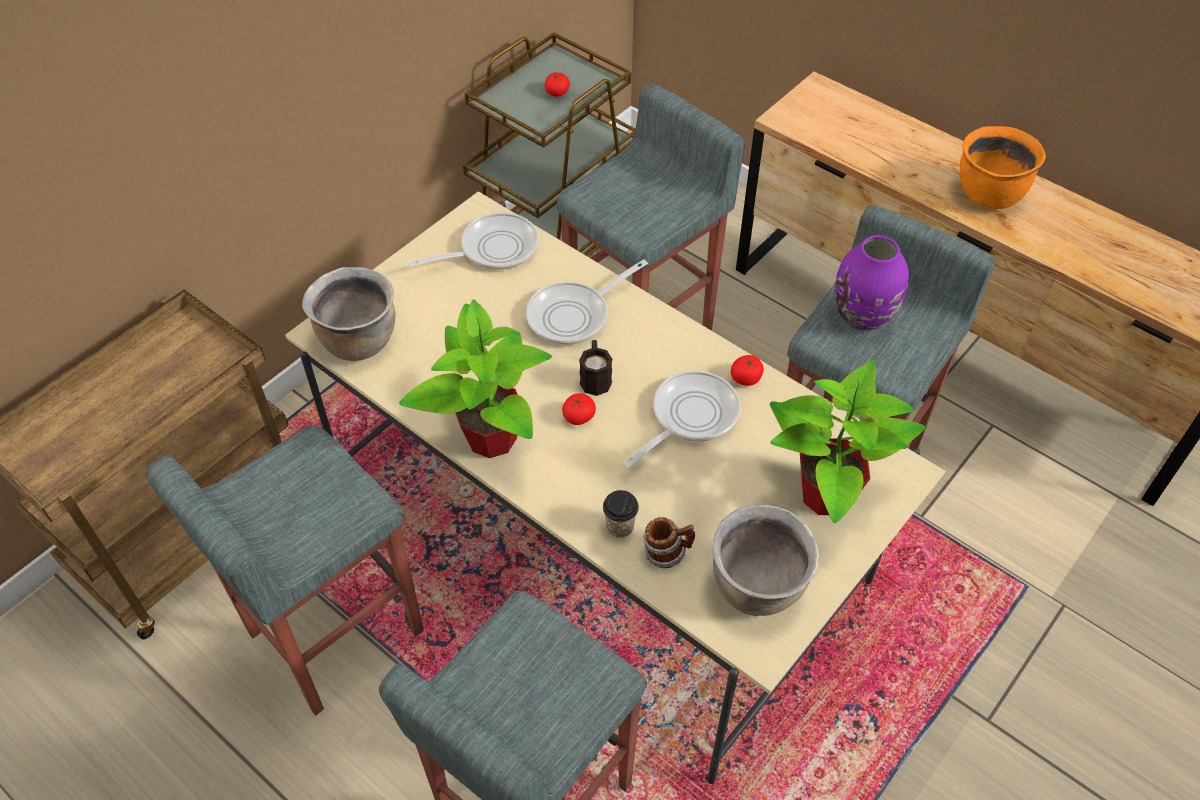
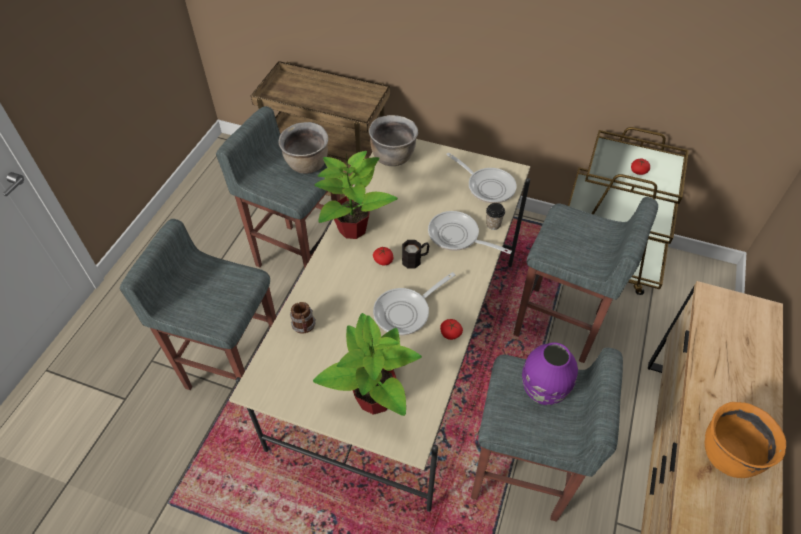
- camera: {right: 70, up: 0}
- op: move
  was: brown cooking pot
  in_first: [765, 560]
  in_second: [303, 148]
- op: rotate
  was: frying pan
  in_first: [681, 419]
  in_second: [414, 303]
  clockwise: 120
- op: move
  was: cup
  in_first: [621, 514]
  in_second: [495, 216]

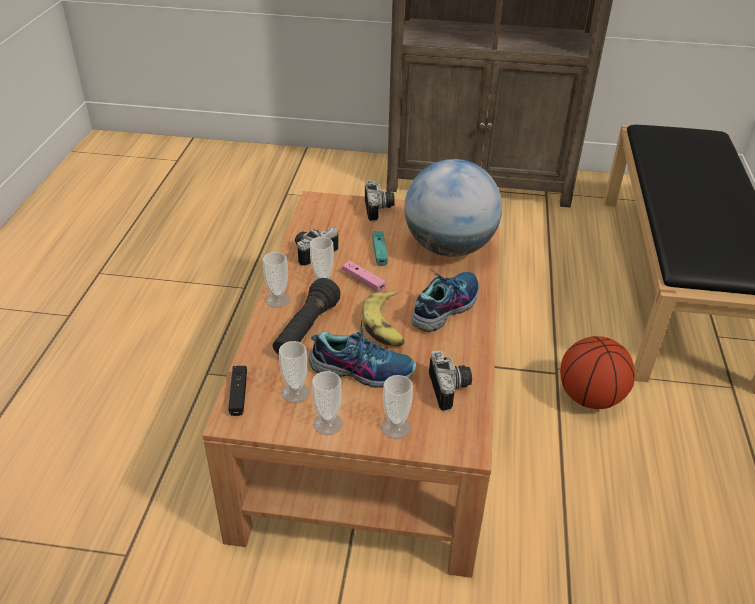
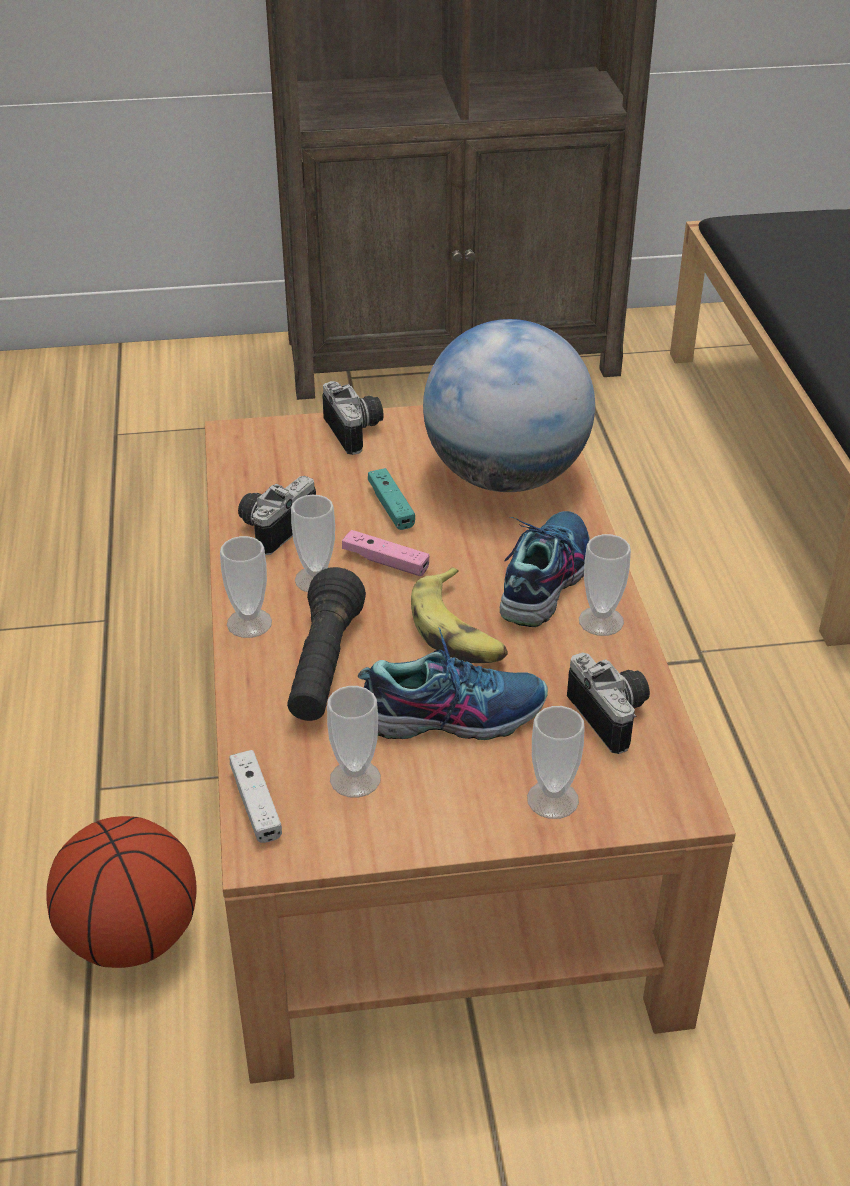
- camera: {right: -15, up: 0}
- op: move
  was: basketball
  in_first: [597, 372]
  in_second: [121, 892]
- op: recolor
  was: black game controller
  now: white game controller
  in_first: [237, 391]
  in_second: [255, 796]
- op: move
  was: cup
  in_first: [327, 403]
  in_second: [605, 585]

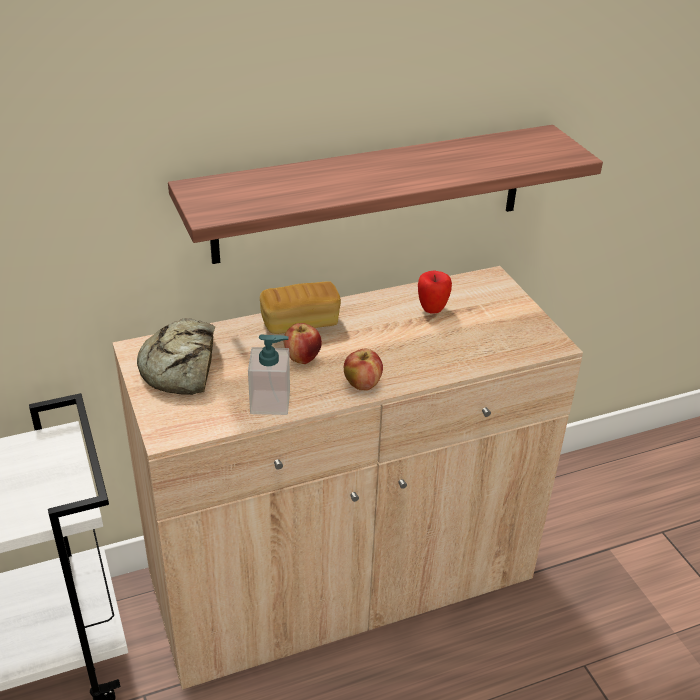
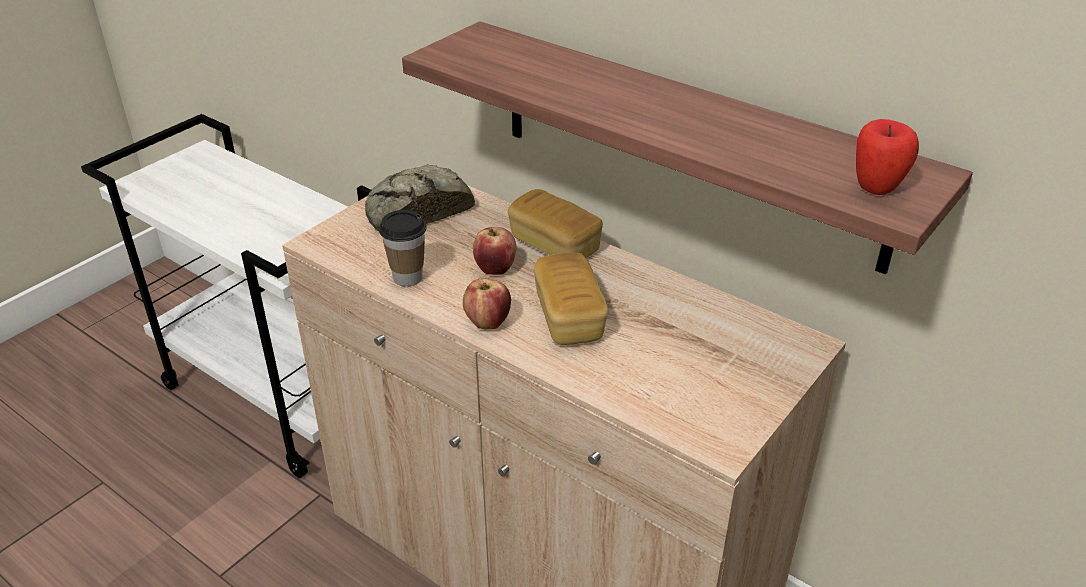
- camera: {right: 60, up: 0}
- op: replace
  was: soap dispenser
  now: cup
  in_first: [269, 374]
  in_second: [403, 248]
- op: insert
  now: bread
  in_second: [571, 299]
- op: move
  was: apple
  in_first: [435, 292]
  in_second: [887, 157]

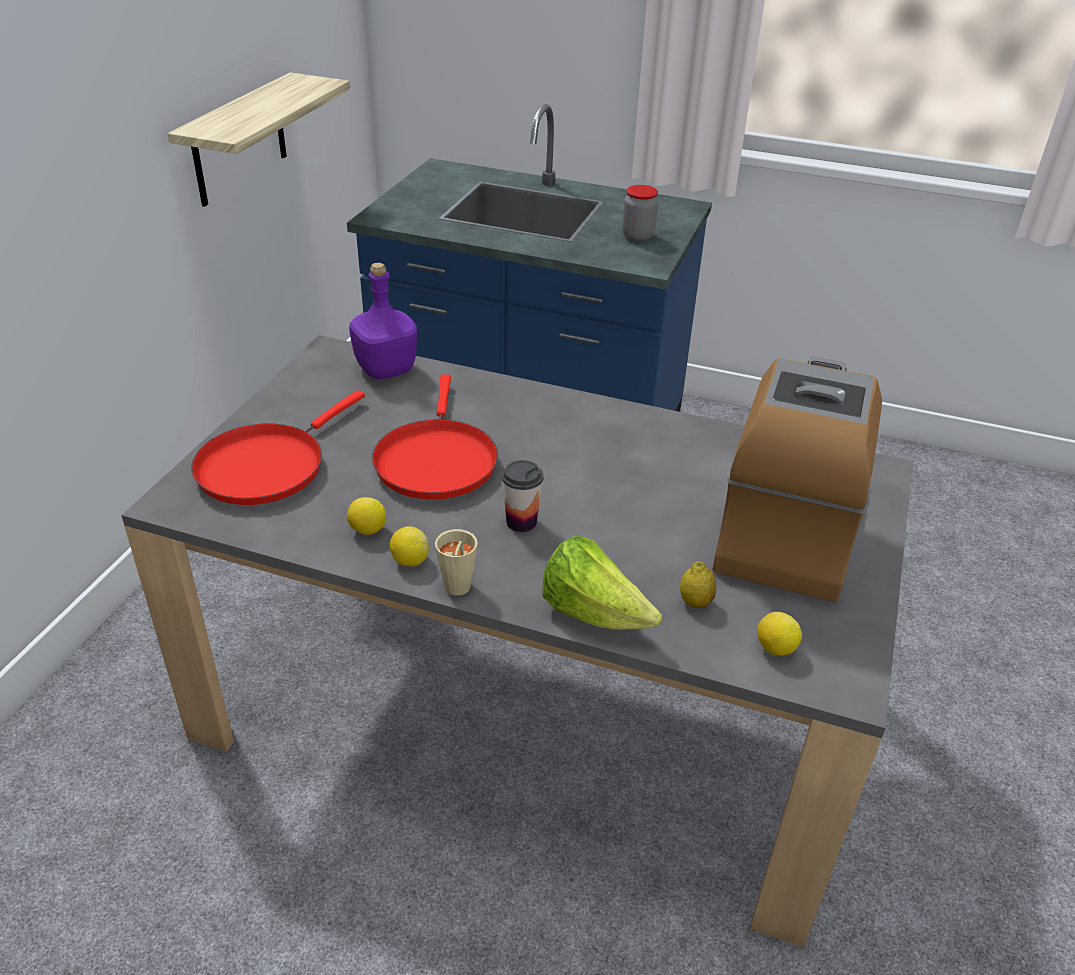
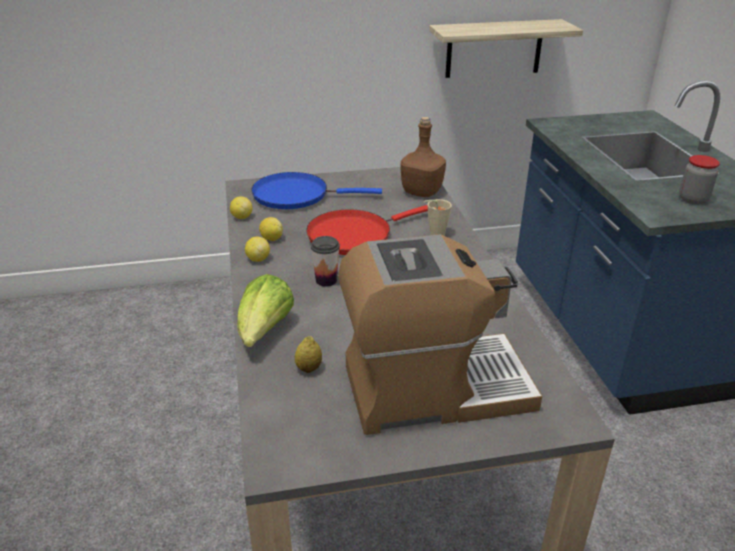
- camera: {right: 60, up: -5}
- op: move
  was: lemon
  in_first: [779, 634]
  in_second: [241, 207]
- op: recolor
  was: red frying pan
  now: blue frying pan
  in_first: [278, 447]
  in_second: [316, 190]
- op: recolor
  was: purple bottle
  now: brown bottle
  in_first: [383, 321]
  in_second: [423, 157]
- op: move
  was: beige cup
  in_first: [456, 562]
  in_second: [438, 217]

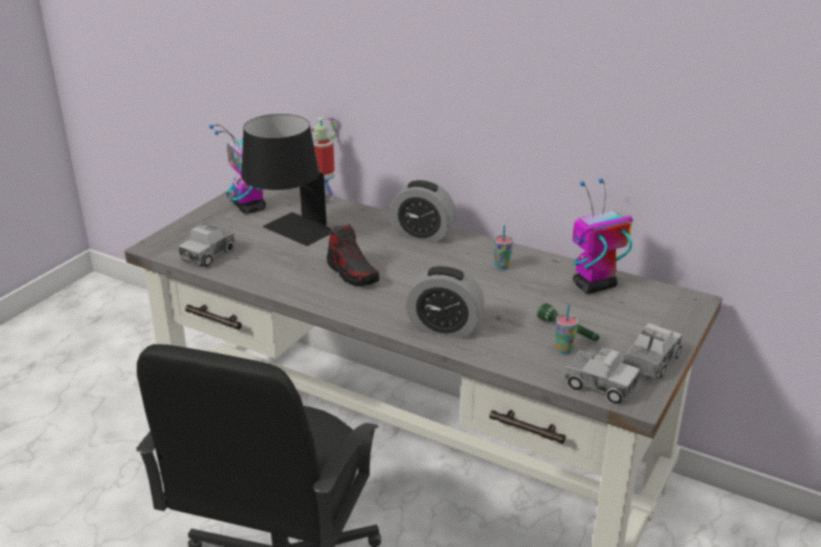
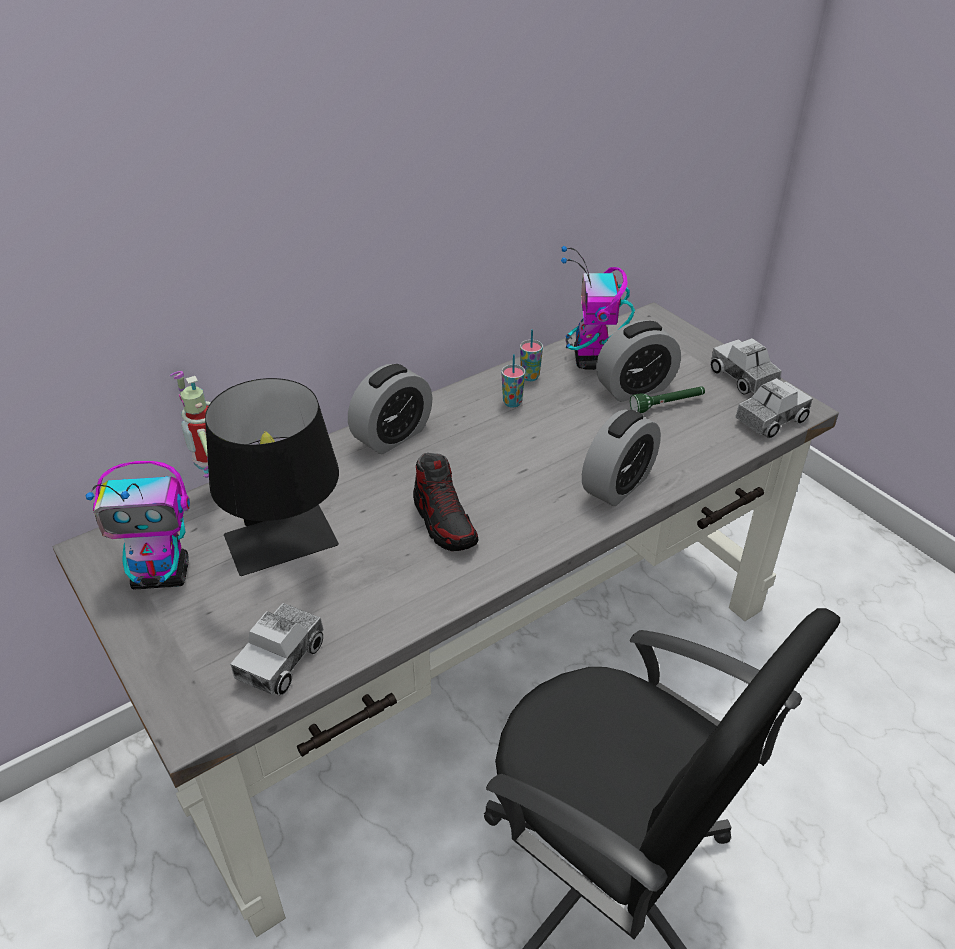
- camera: {right: -65, up: 10}
- op: rotate
  was: toy truck
  in_first: [206, 245]
  in_second: [277, 649]
  clockwise: 60
- op: rotate
  was: shoe
  in_first: [353, 255]
  in_second: [446, 502]
  clockwise: 75
- op: move
  was: cup
  in_first: [566, 329]
  in_second: [531, 355]
- op: insert
  now: alarm clock
  in_second: [638, 361]

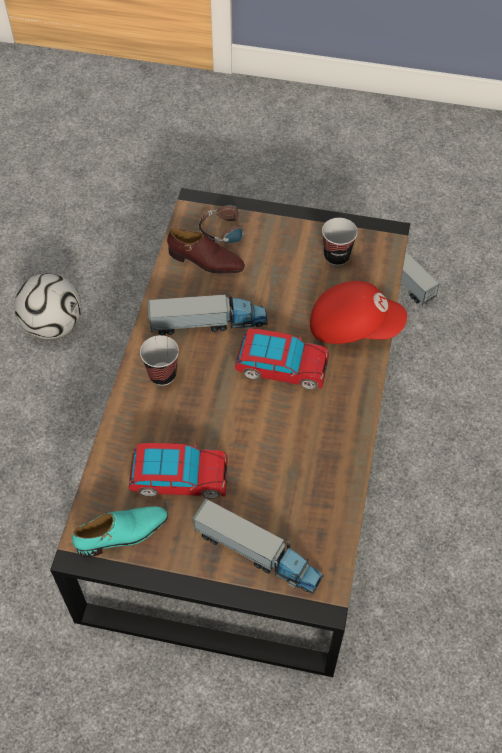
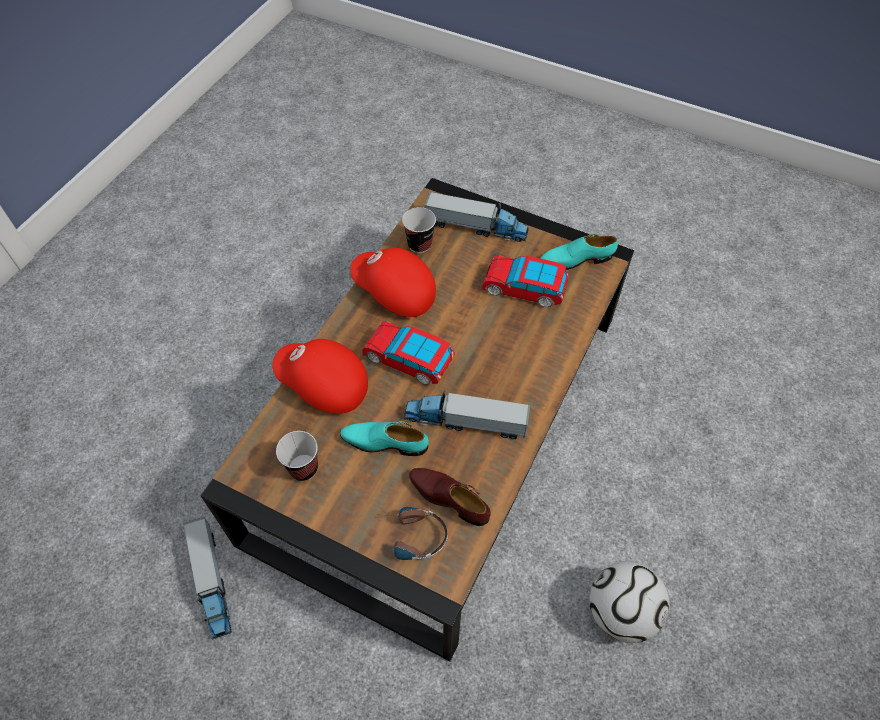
- camera: {right: -165, up: 0}
- op: insert
  now: turquoise shoe
  in_second: [384, 438]
- op: insert
  now: red cap
  in_second: [393, 282]
- op: move
  was: cup
  in_first: [159, 360]
  in_second: [419, 230]
- op: rotate
  was: toy truck
  in_first: [258, 546]
  in_second: [476, 217]
  clockwise: 150

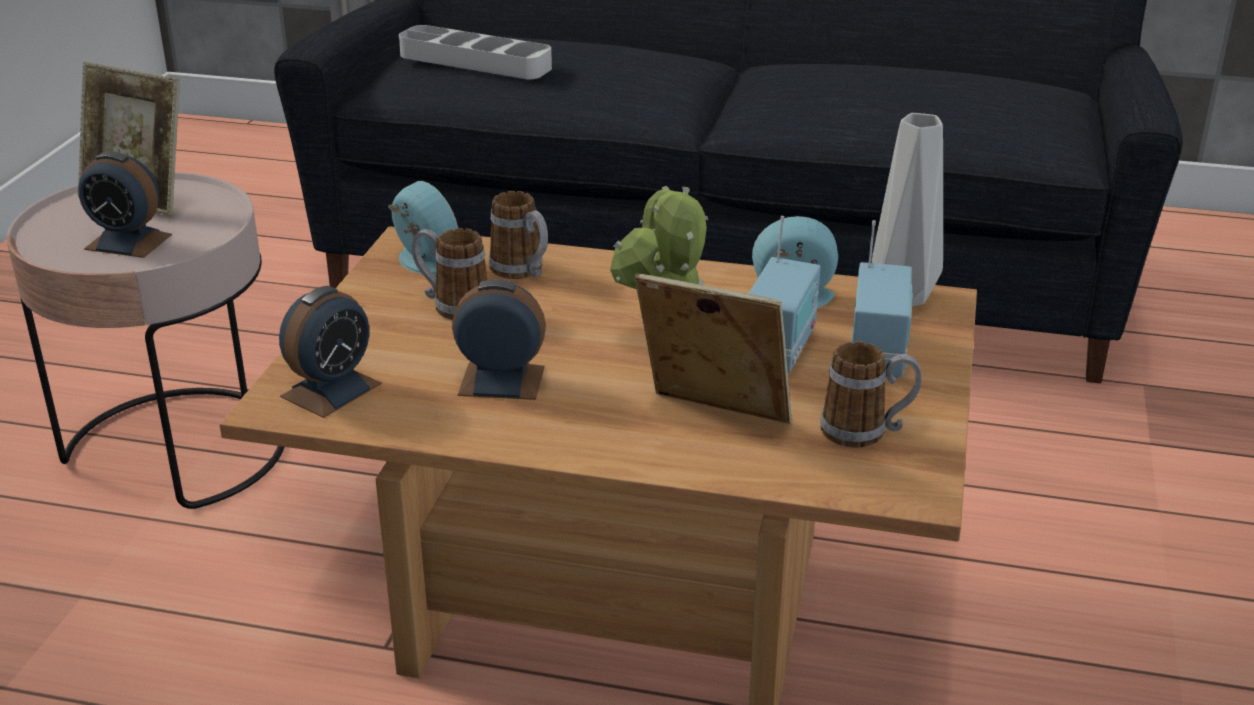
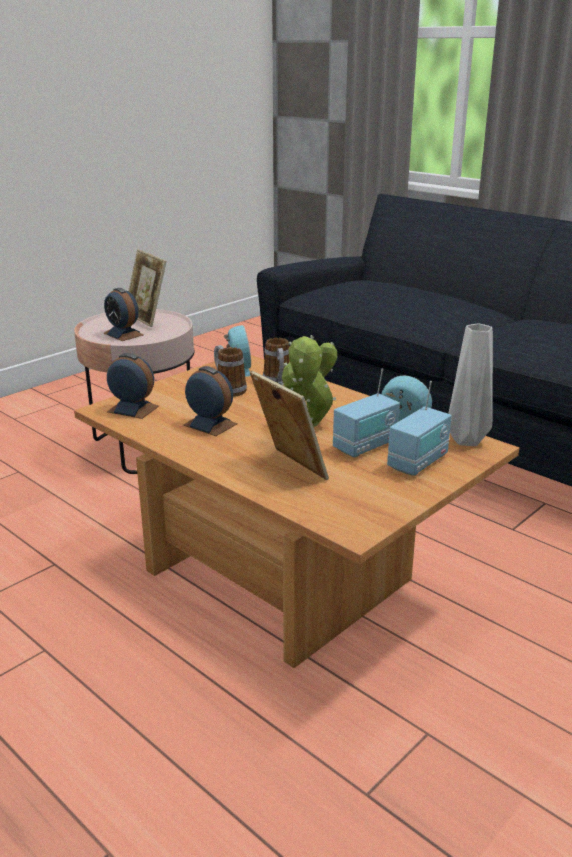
- camera: {right: 30, up: -5}
- op: rotate
  was: alarm clock
  in_first: [330, 352]
  in_second: [133, 386]
  clockwise: -135
- op: delete
  was: grey tray
  in_first: [475, 52]
- op: delete
  was: mug
  in_first: [870, 394]

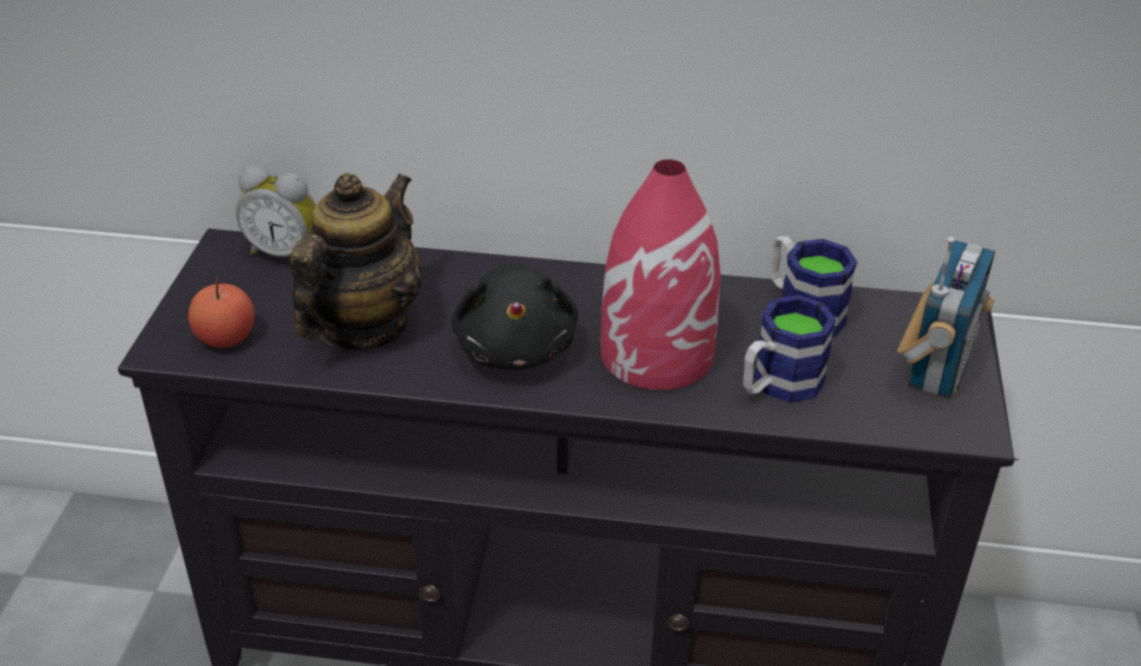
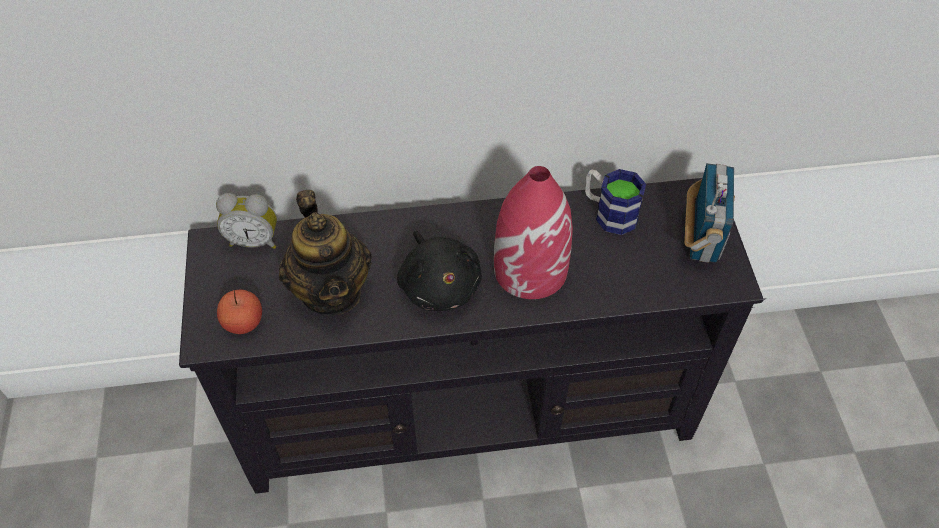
- camera: {right: -15, up: 15}
- op: rotate
  was: teapot
  in_first: [356, 262]
  in_second: [325, 253]
  clockwise: 150
- op: delete
  was: mug
  in_first: [789, 349]

